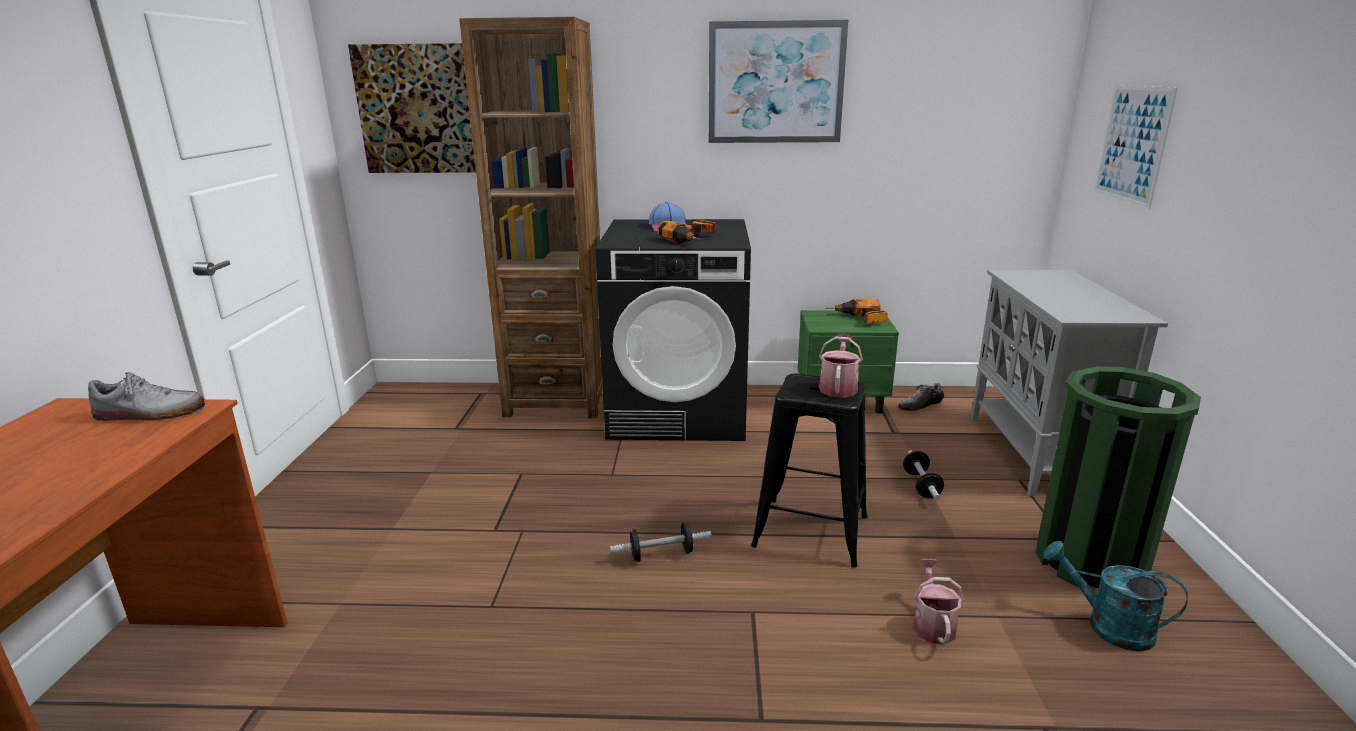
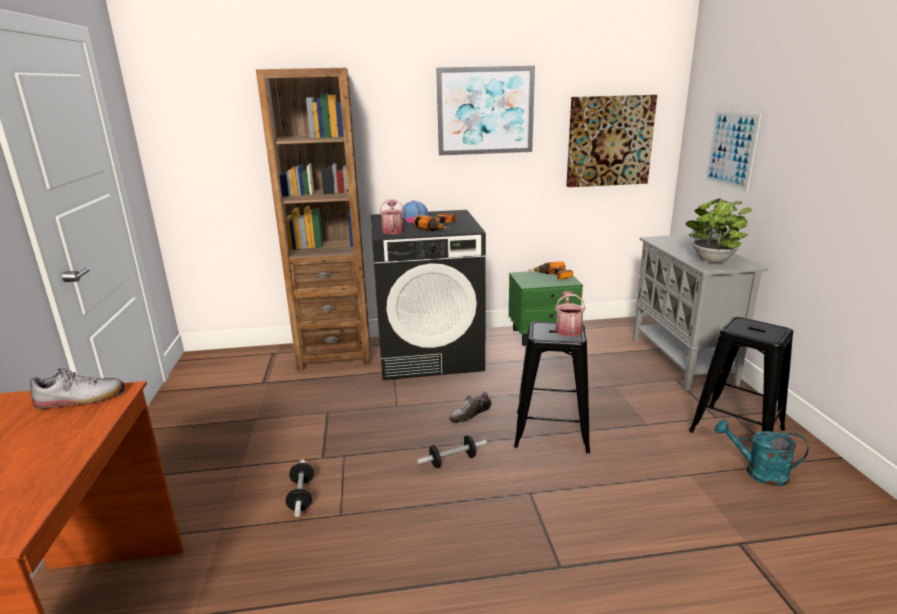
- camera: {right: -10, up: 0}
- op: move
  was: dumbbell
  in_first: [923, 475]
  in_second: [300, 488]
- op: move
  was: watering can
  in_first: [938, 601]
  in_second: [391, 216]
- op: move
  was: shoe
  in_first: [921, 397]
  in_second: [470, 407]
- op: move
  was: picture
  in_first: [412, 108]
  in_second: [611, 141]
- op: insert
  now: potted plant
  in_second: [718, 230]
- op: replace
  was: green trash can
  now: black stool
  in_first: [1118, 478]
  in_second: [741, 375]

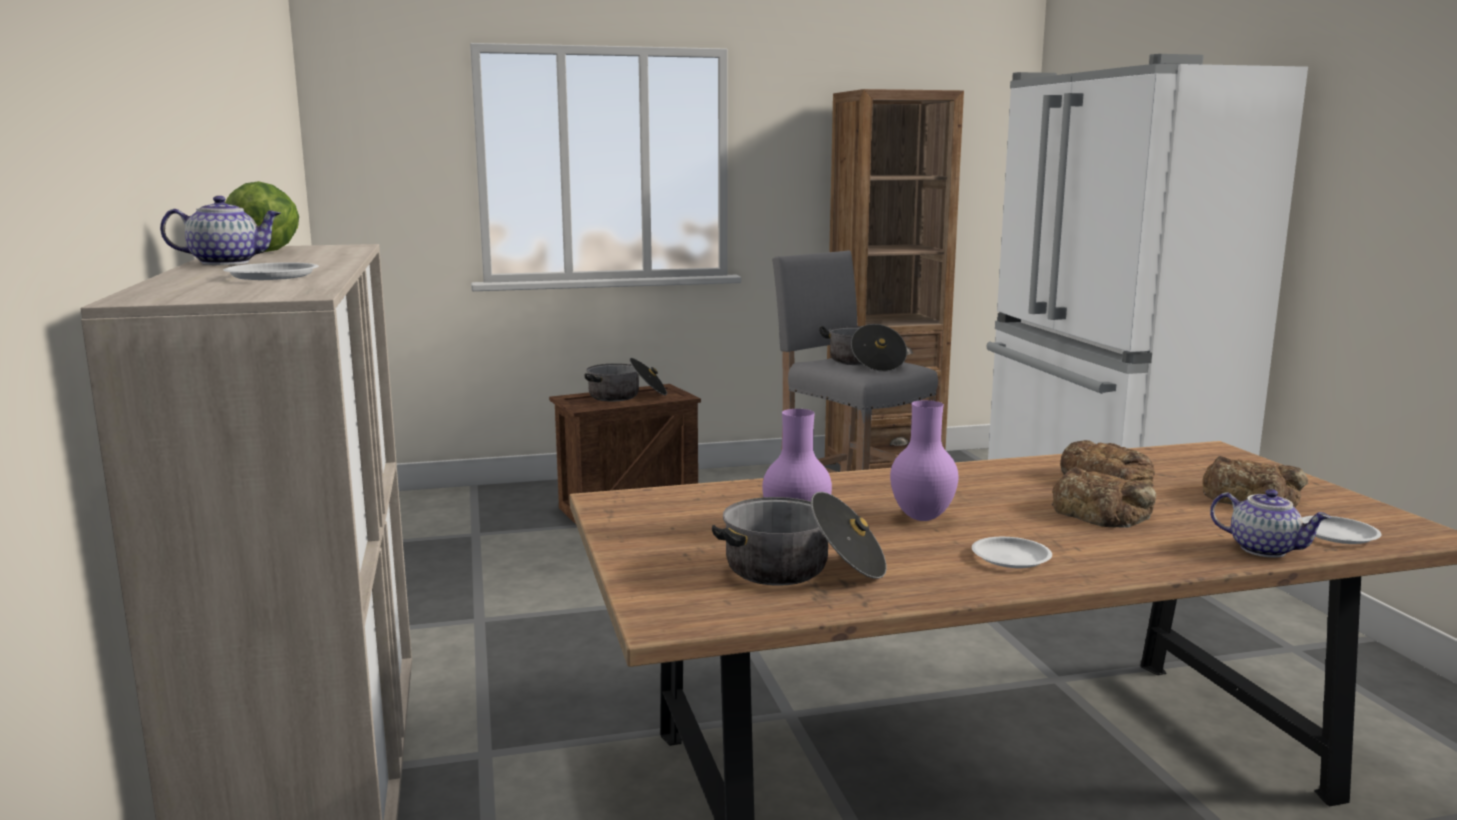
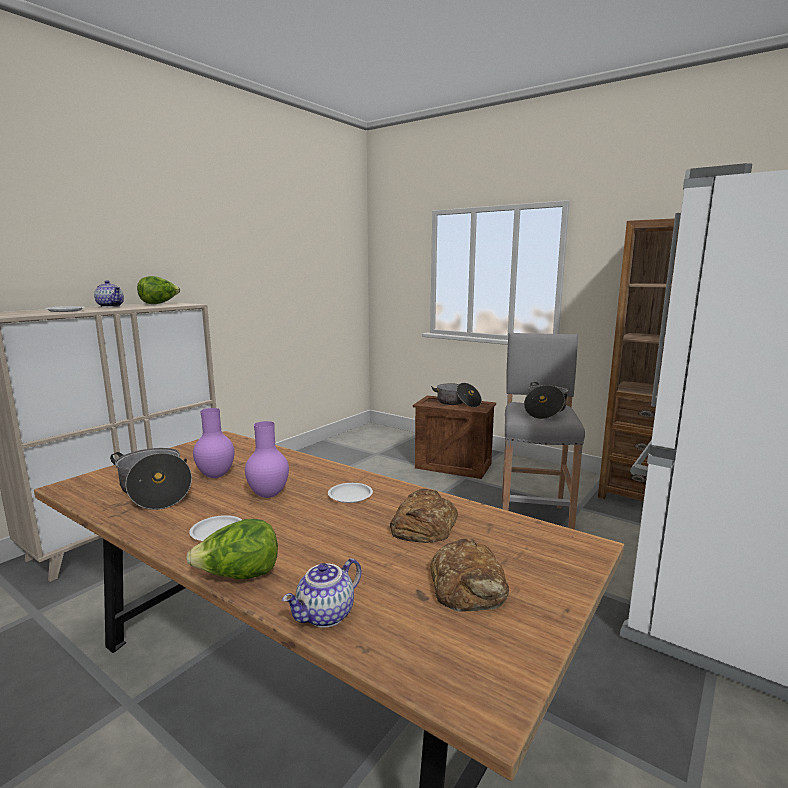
- camera: {right: 50, up: 0}
- op: insert
  now: lettuce
  in_second: [232, 549]
- op: rotate
  was: teapot
  in_first: [1270, 523]
  in_second: [321, 593]
  clockwise: 45
- op: move
  was: white plate
  in_first: [1342, 530]
  in_second: [350, 493]
- op: delete
  was: bread
  in_first: [1104, 497]

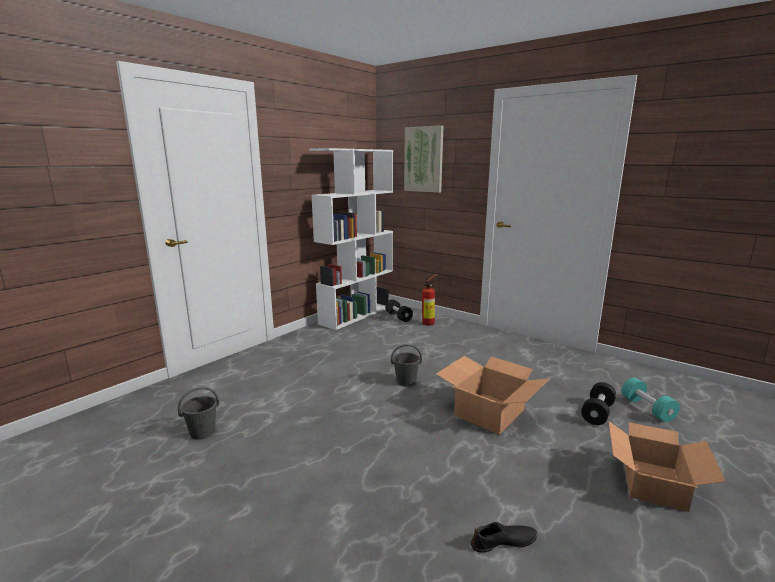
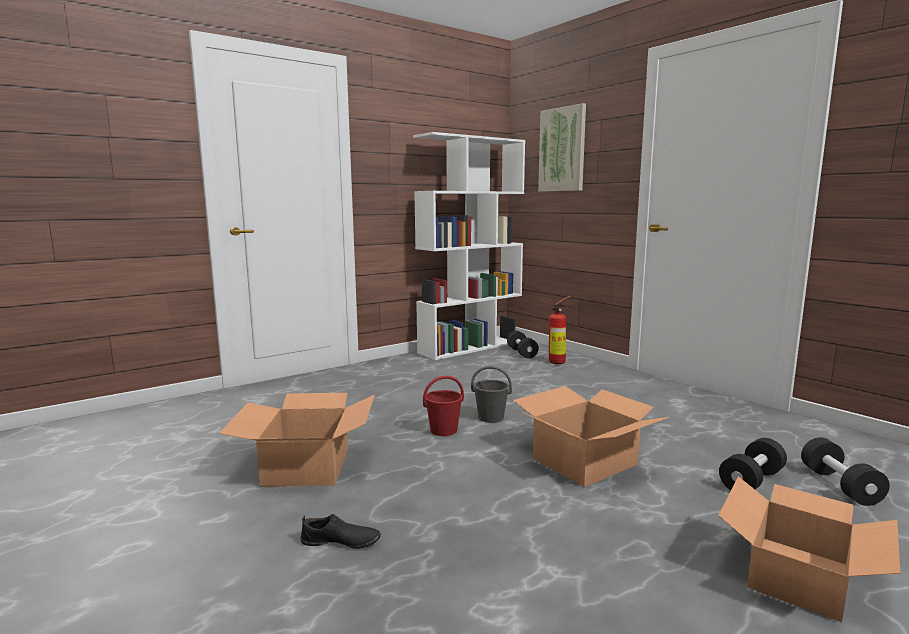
- camera: {right: 15, up: -5}
- op: insert
  now: cardboard box
  in_second: [297, 440]
- op: move
  was: black shoe
  in_first: [504, 537]
  in_second: [340, 531]
- op: insert
  now: red bucket
  in_second: [443, 406]
- op: recolor
  was: turquoise dumbbell
  now: black dumbbell
  in_first: [651, 400]
  in_second: [845, 471]
- op: delete
  was: grey bucket
  in_first: [198, 413]

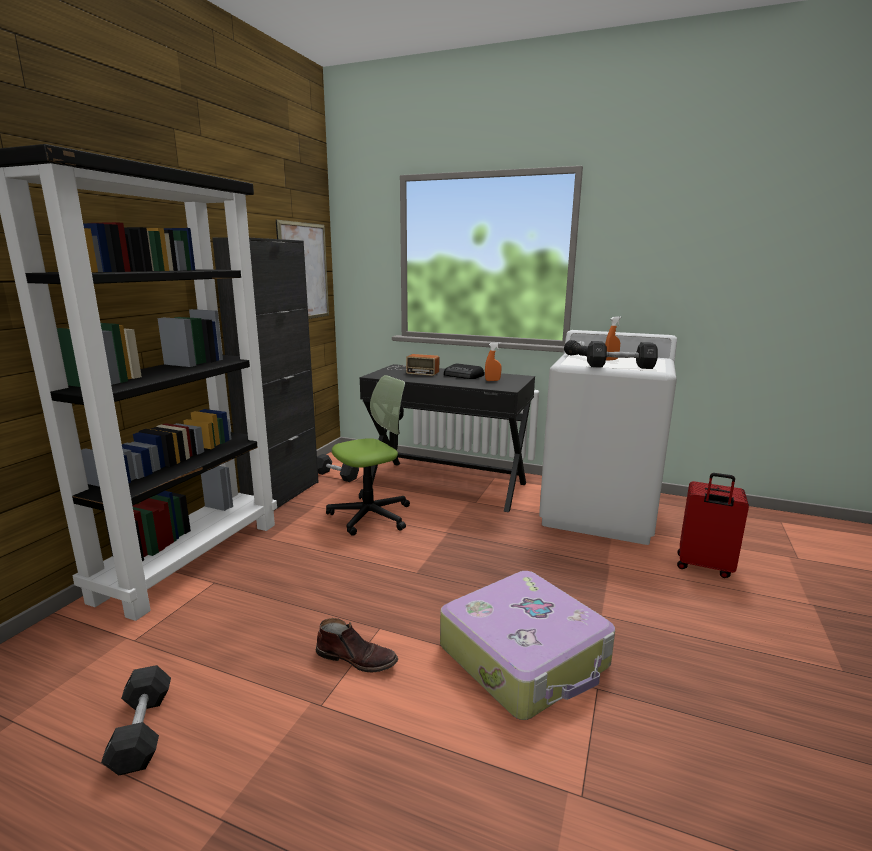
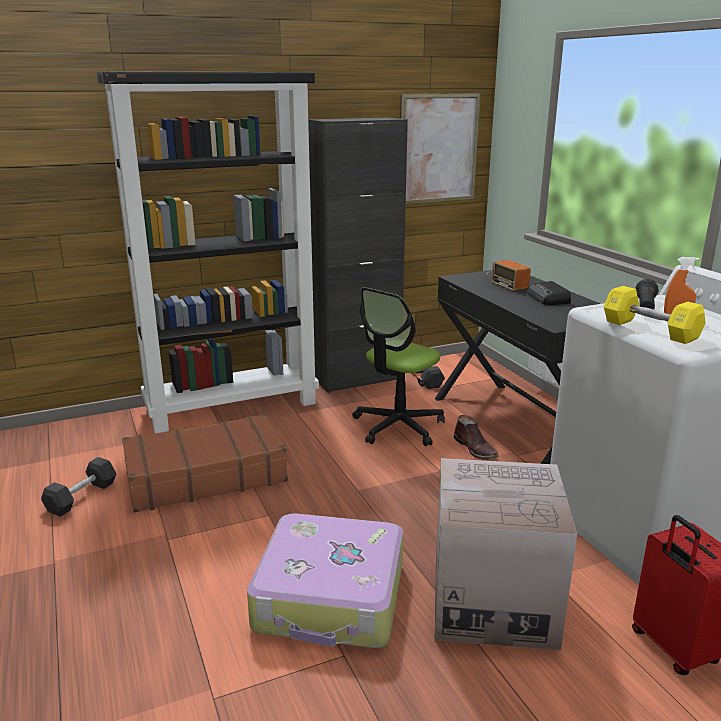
- camera: {right: 45, up: 5}
- op: insert
  now: brown suitcase
  in_second: [205, 463]
- op: rotate
  was: office chair
  in_first: [368, 455]
  in_second: [398, 366]
  clockwise: 120
- op: insert
  now: cardboard box
  in_second: [506, 554]
- op: move
  was: brown boot
  in_first: [357, 645]
  in_second: [476, 437]
- op: recolor
  was: black dumbbell
  now: yellow dumbbell
  in_first: [622, 355]
  in_second: [655, 315]
- op: delete
  was: orange spray bottle
  in_first: [493, 361]

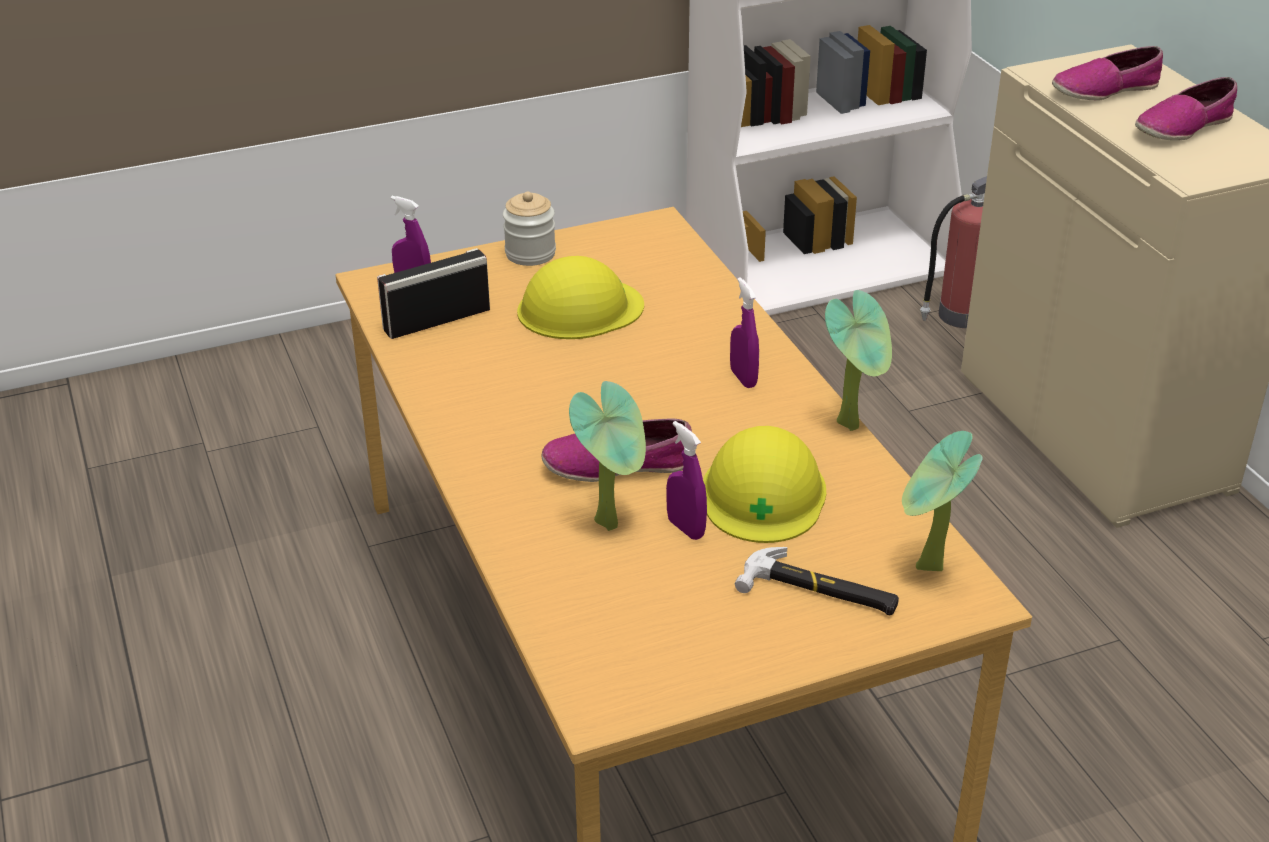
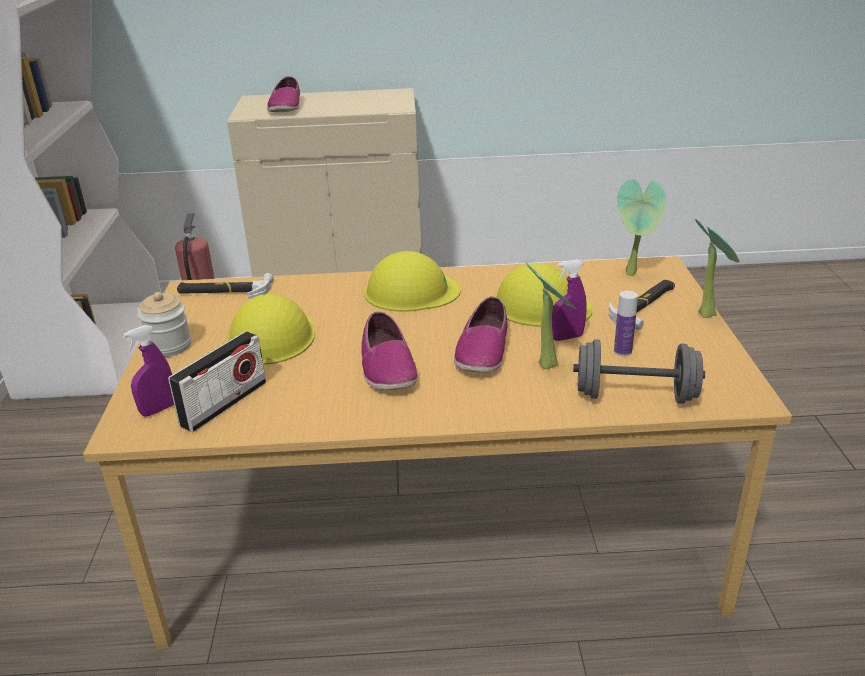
- camera: {right: -70, up: -5}
- op: rotate
  was: radio
  in_first: [433, 293]
  in_second: [217, 381]
  clockwise: -135
- op: insert
  now: hammer
  in_second: [225, 286]
- op: move
  was: shoe
  in_first: [1186, 109]
  in_second: [390, 351]
- op: replace
  was: purple spray bottle
  now: yellow hard hat
  in_first: [744, 332]
  in_second: [412, 281]
- op: insert
  now: grey dumbbell
  in_second: [639, 371]
- op: insert
  now: bottle
  in_second: [626, 323]
- op: move
  was: potted plant
  in_first: [858, 360]
  in_second: [717, 268]

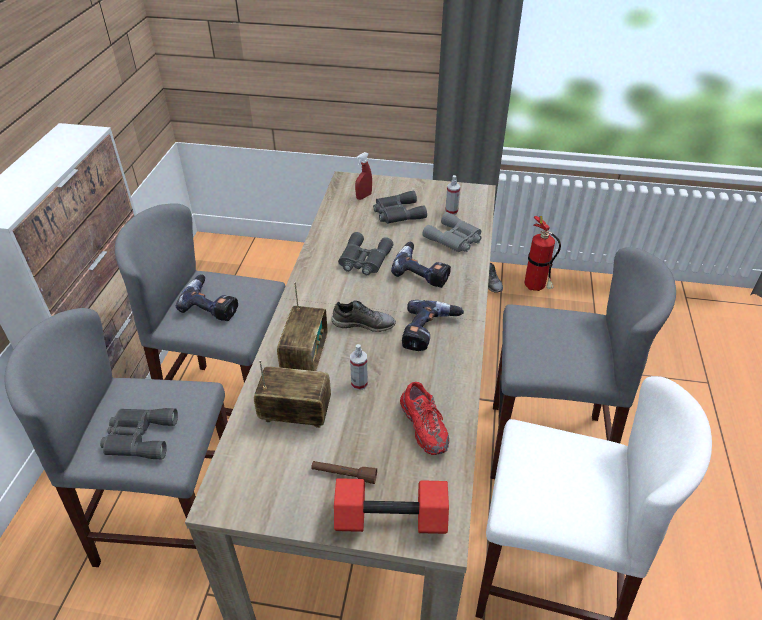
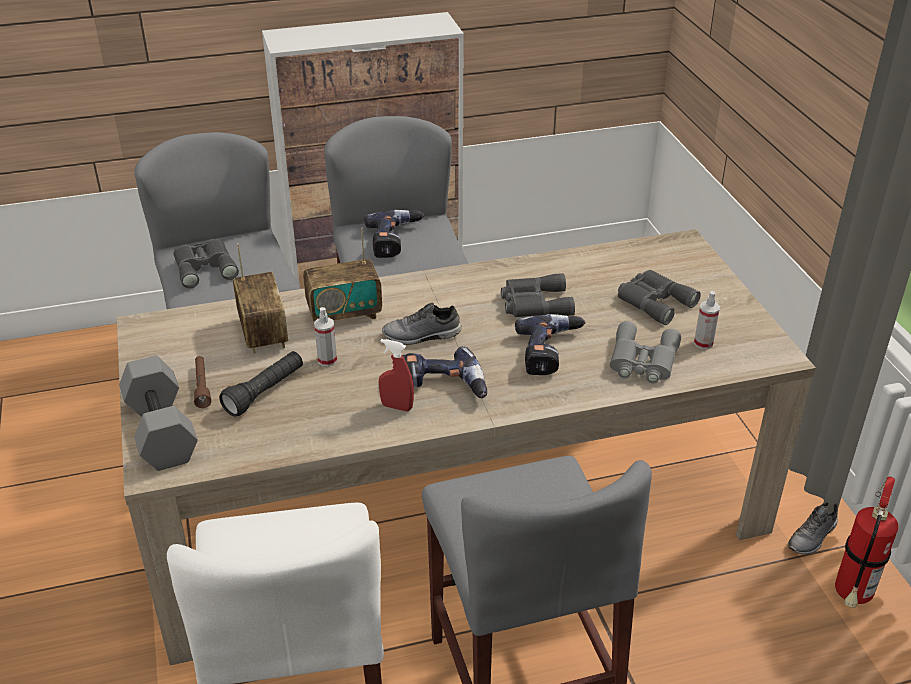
- camera: {right: 65, up: -5}
- op: recolor
  was: red dumbbell
  now: grey dumbbell
  in_first: [391, 506]
  in_second: [158, 413]
- op: insert
  now: black flashlight
  in_second: [261, 384]
- op: move
  was: red spray bottle
  in_first: [363, 176]
  in_second: [396, 375]
- op: rotate
  was: grey shoe
  in_first: [363, 316]
  in_second: [422, 324]
  clockwise: 105
- op: delete
  was: red shoe
  in_first: [424, 418]

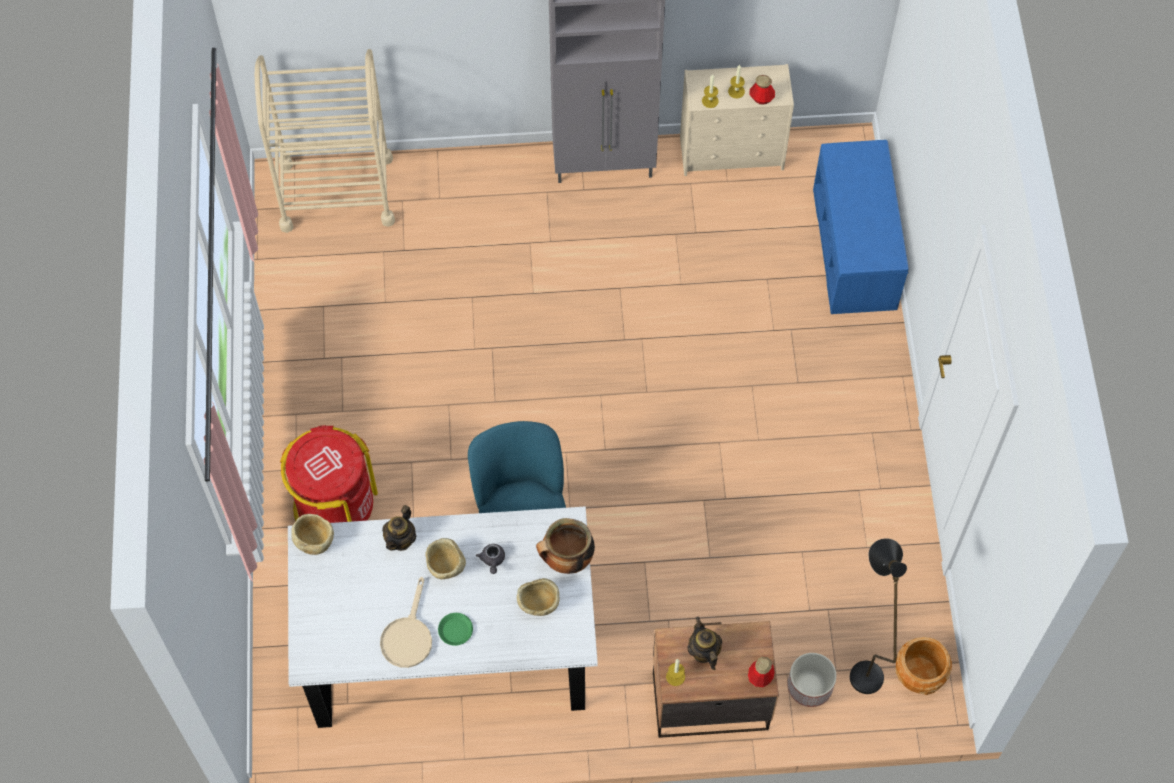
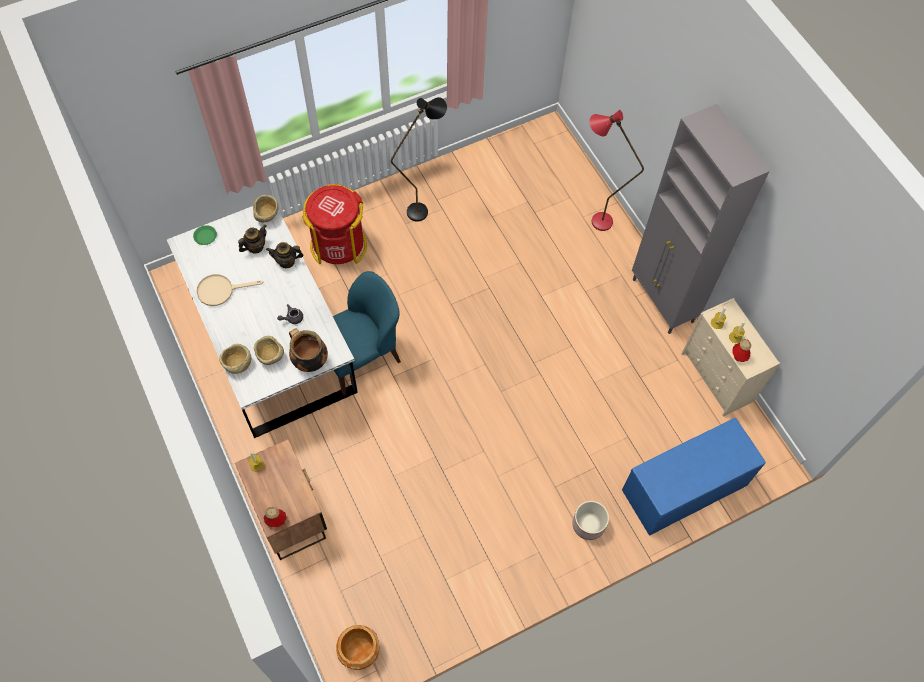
- camera: {right: 65, up: 0}
- op: move
  was: green plate
  in_first: [455, 629]
  in_second: [205, 235]
- op: move
  was: beige bowl
  in_first: [445, 558]
  in_second: [235, 359]
- op: move
  was: teapot
  in_first: [704, 643]
  in_second: [252, 239]
- op: move
  was: black floor lamp
  in_first: [878, 616]
  in_second: [419, 159]
- op: move
  was: planter
  in_first: [812, 680]
  in_second: [590, 520]
- op: insert
  now: red floor lamp
  in_second: [616, 170]
- op: delete
  was: beige cart
  in_first: [325, 141]

